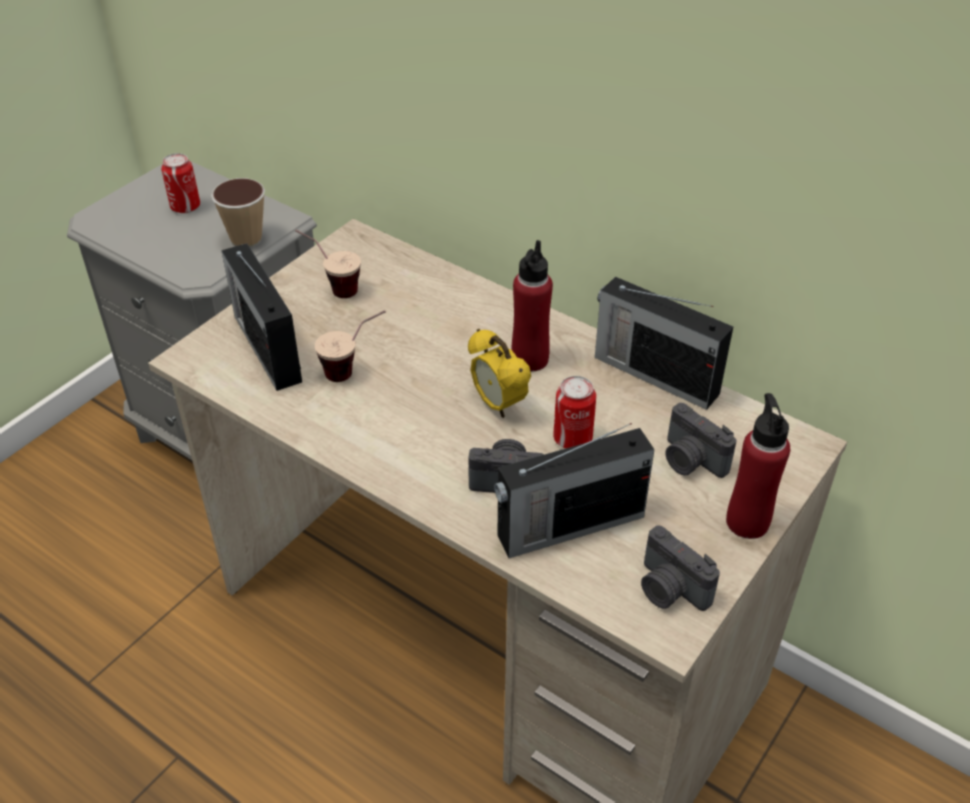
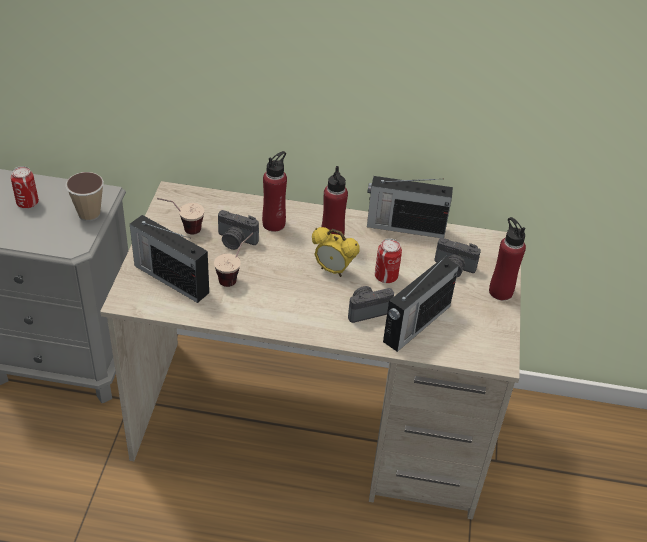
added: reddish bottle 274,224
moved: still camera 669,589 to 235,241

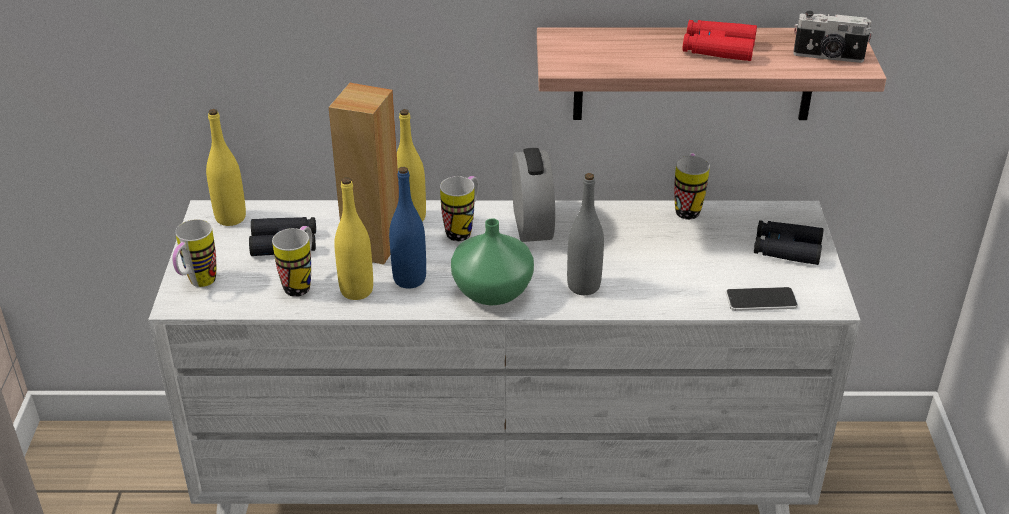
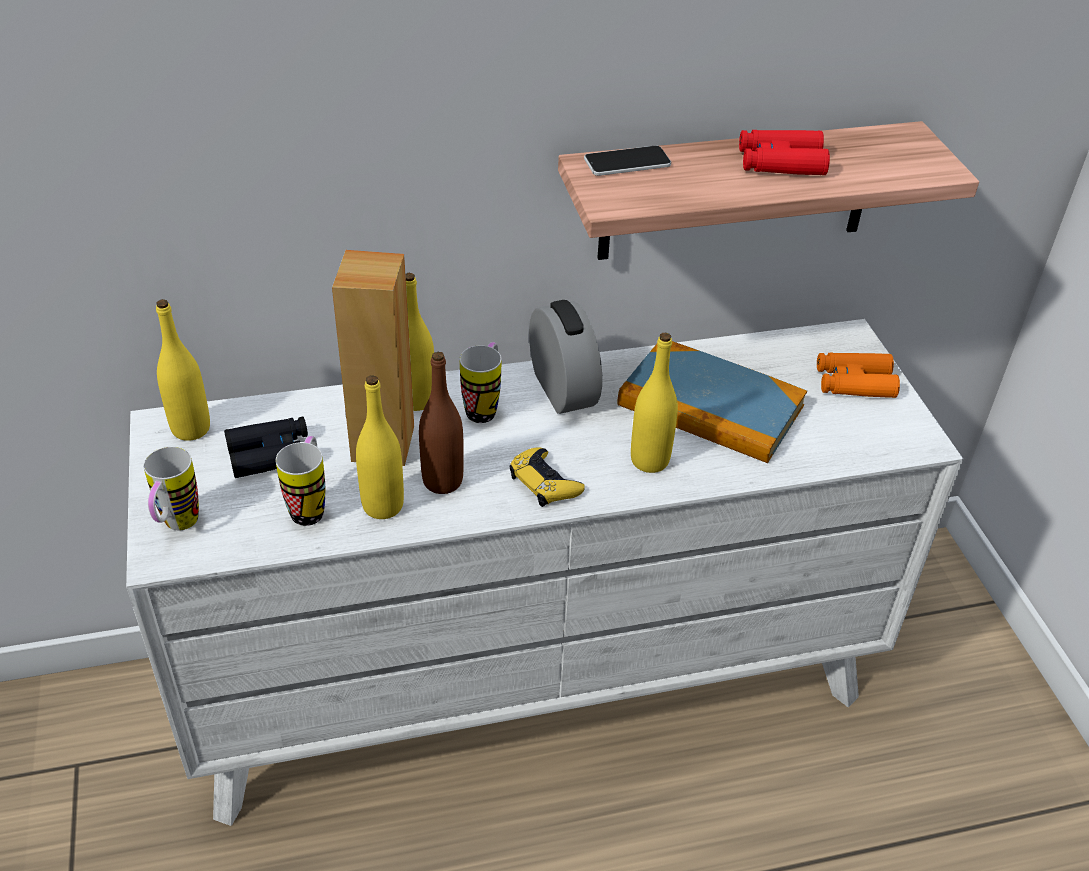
removed: tea mug 687,208; still camera 828,57
added: book 710,406
moved: phone 761,300 to 627,162
replaced: green-coloured decorative vase 490,291 to yellowish joypad 544,482
recoloured: blue bottle 409,279 to brown bottle 442,481; greyish bottle 583,286 to yellowish bottle 649,460; black-coloured pair of binoculars 786,249 to orangey pair of binoculars 854,383

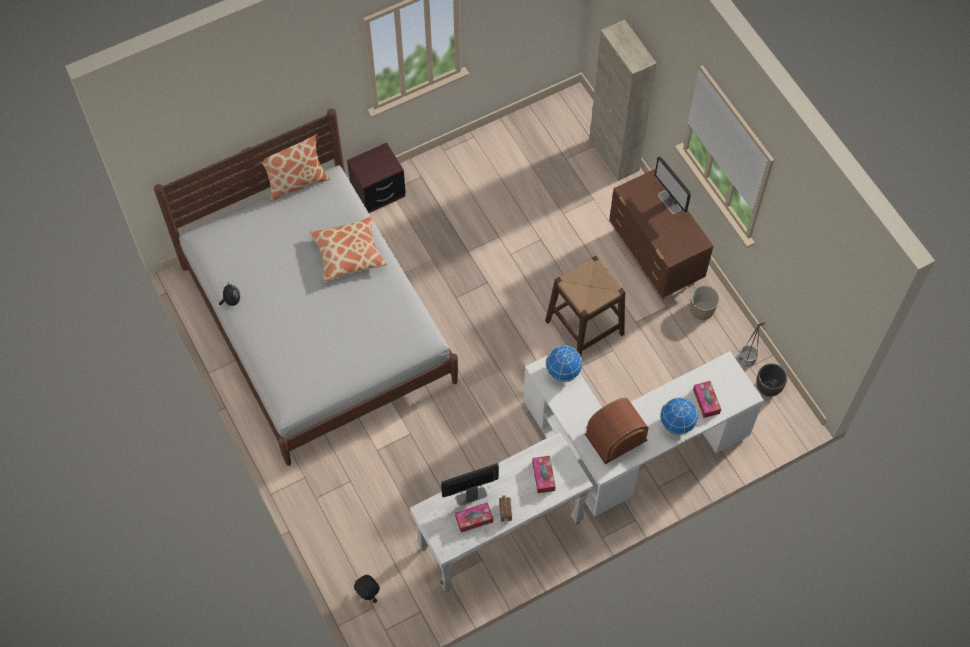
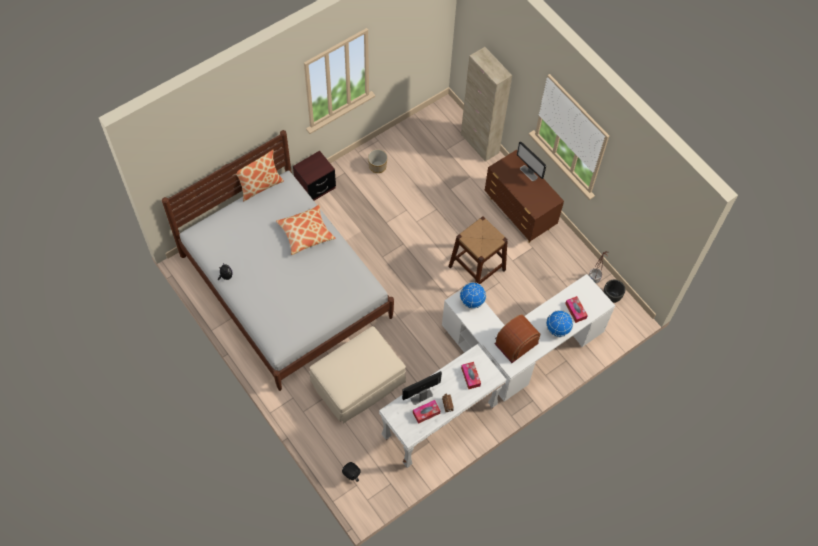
added: beige ottoman 358,381
moved: flower pot 701,309 to 377,166

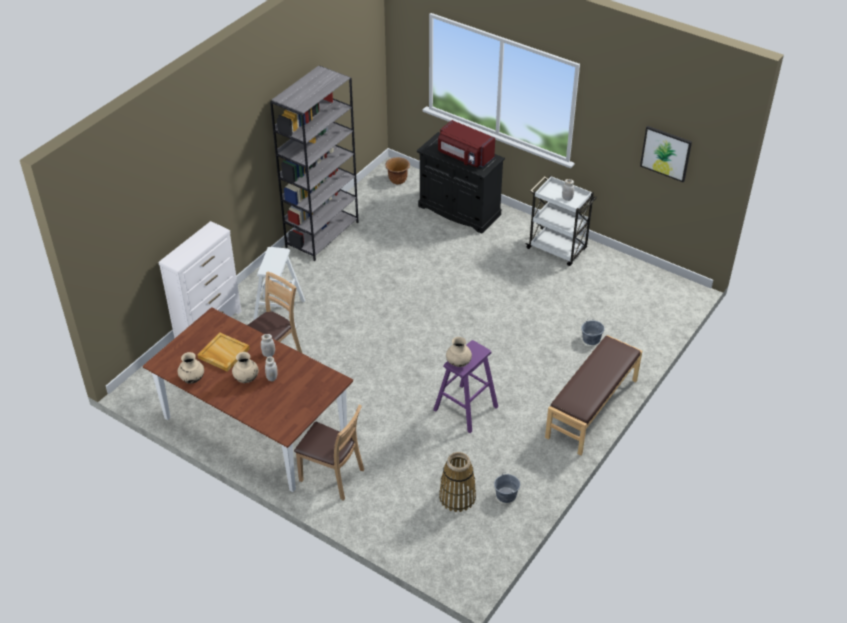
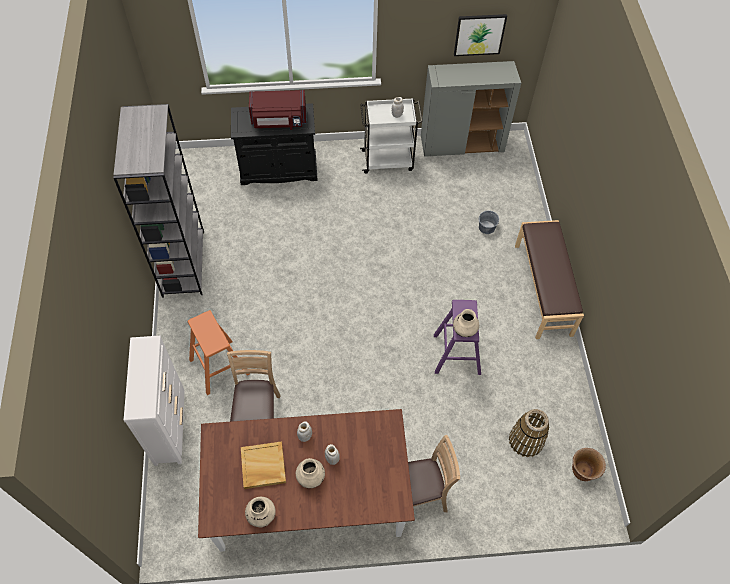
removed: greyish water bucket 506,495
added: greyish cabinet 462,144
moved: brown flower pot 398,180 to 582,471
recoloured: white-coloured stool seat 279,311 to orangey stool seat 219,366

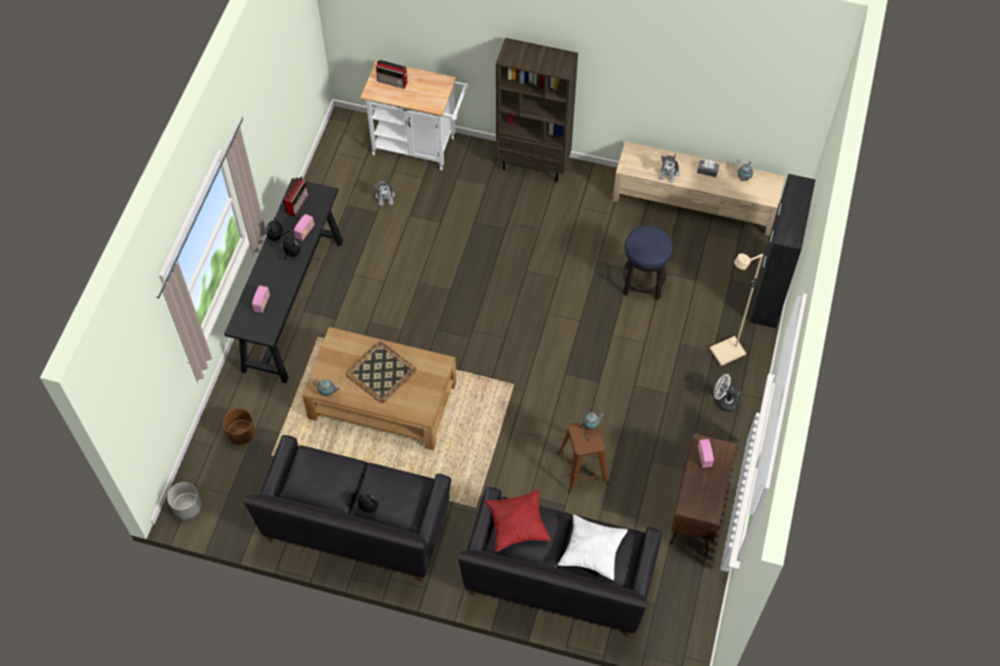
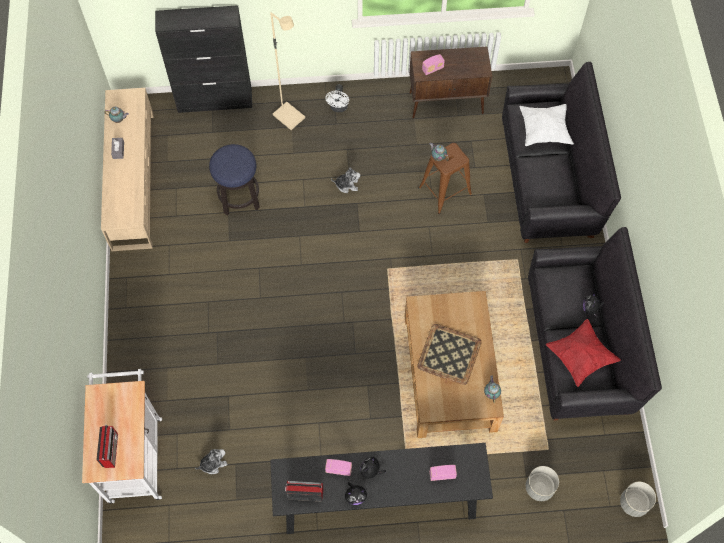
removed: brown bookshelf 534,164
moved: reddish throw pillow 517,525 to 580,356; soft toy 669,173 to 347,185
recoloured: brown flower pot 241,433 to greyish flower pot 539,488

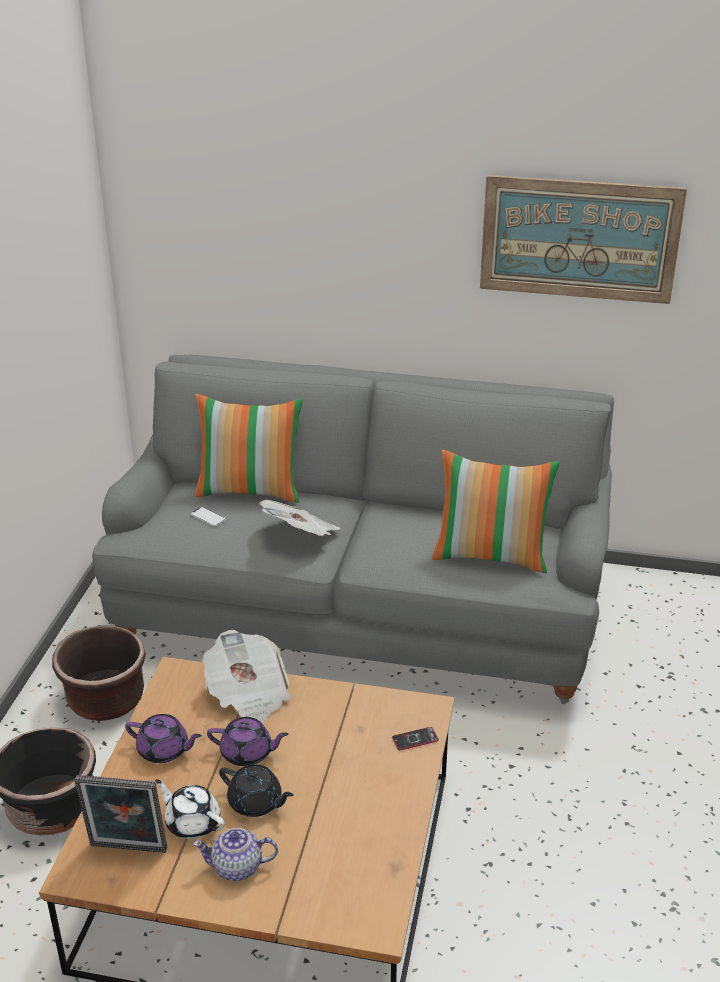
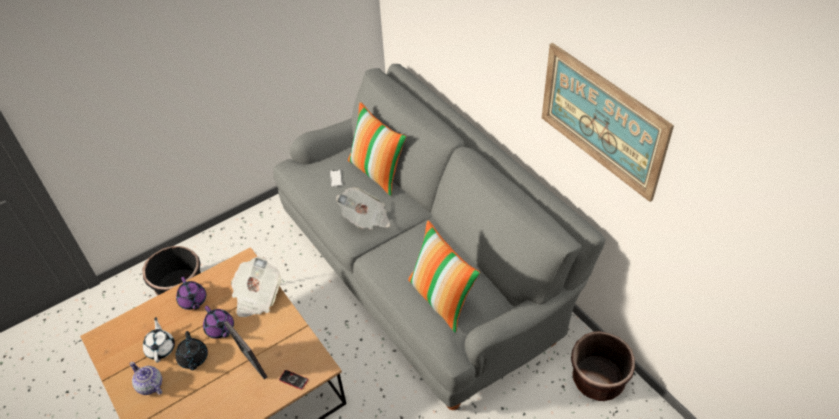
moved: brown flower pot 105,699 to 597,380; picture frame 127,850 to 251,365

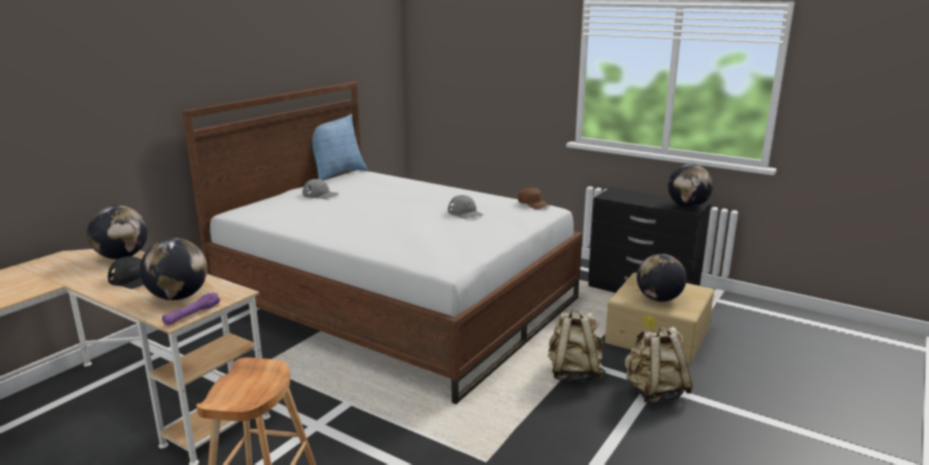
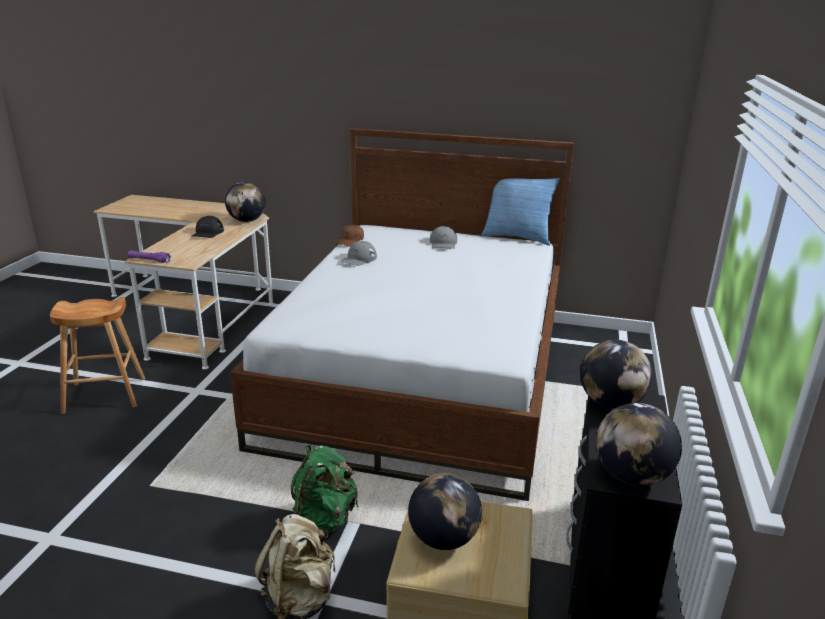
moved: globe 179,297 to 611,403; greyish baseball cap 465,213 to 358,259; brown baseball cap 533,204 to 350,241
recoloured: beige knapsack 574,373 to green-coloured knapsack 323,522

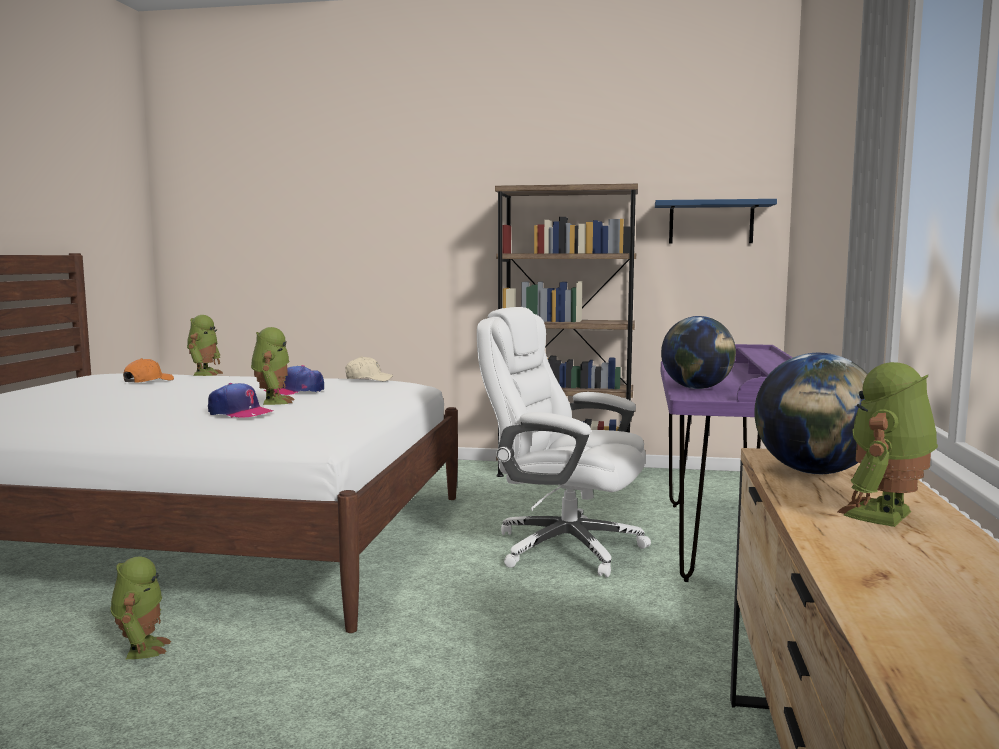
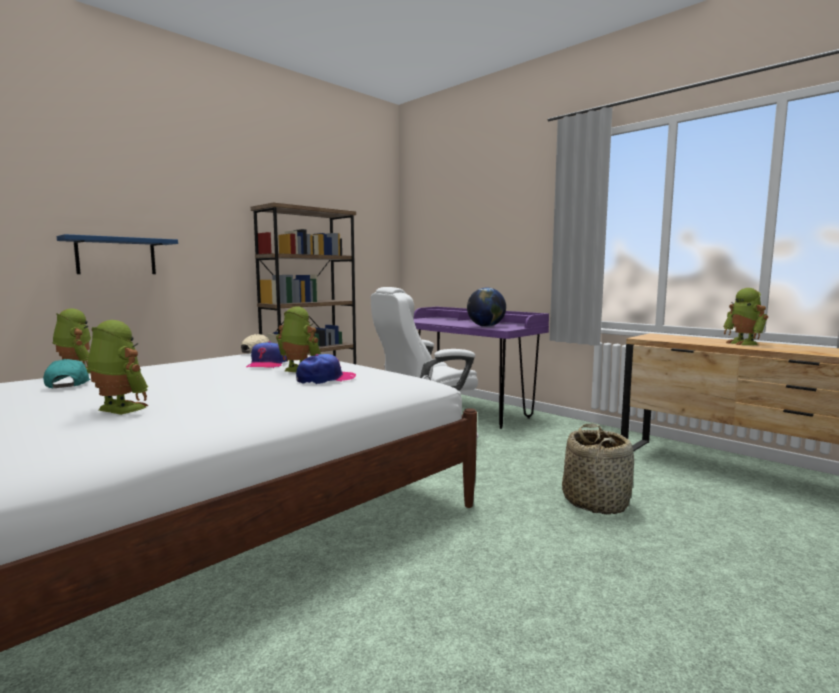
removed: globe 814,472
added: household basket 596,501
moved: robot figure 141,649 to 118,410; blue wall shelf 711,222 to 116,256
recoloured: orangey baseball cap 148,381 to turquoise-coloured baseball cap 68,384

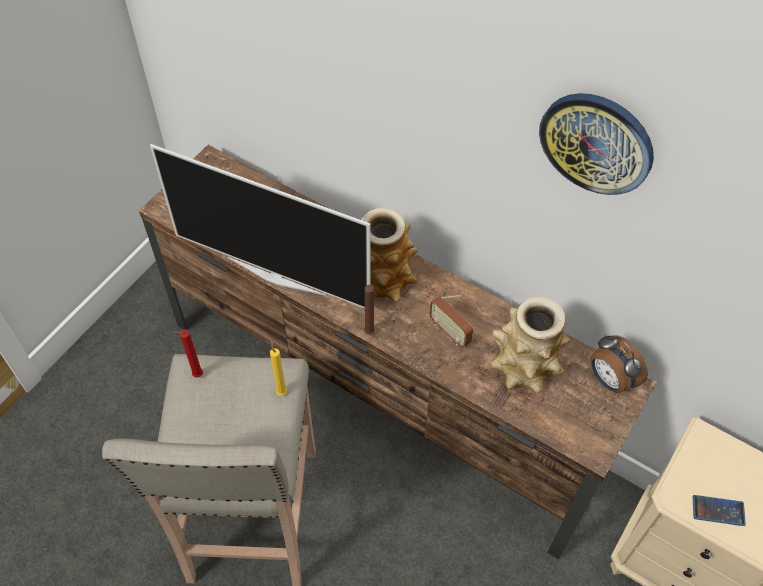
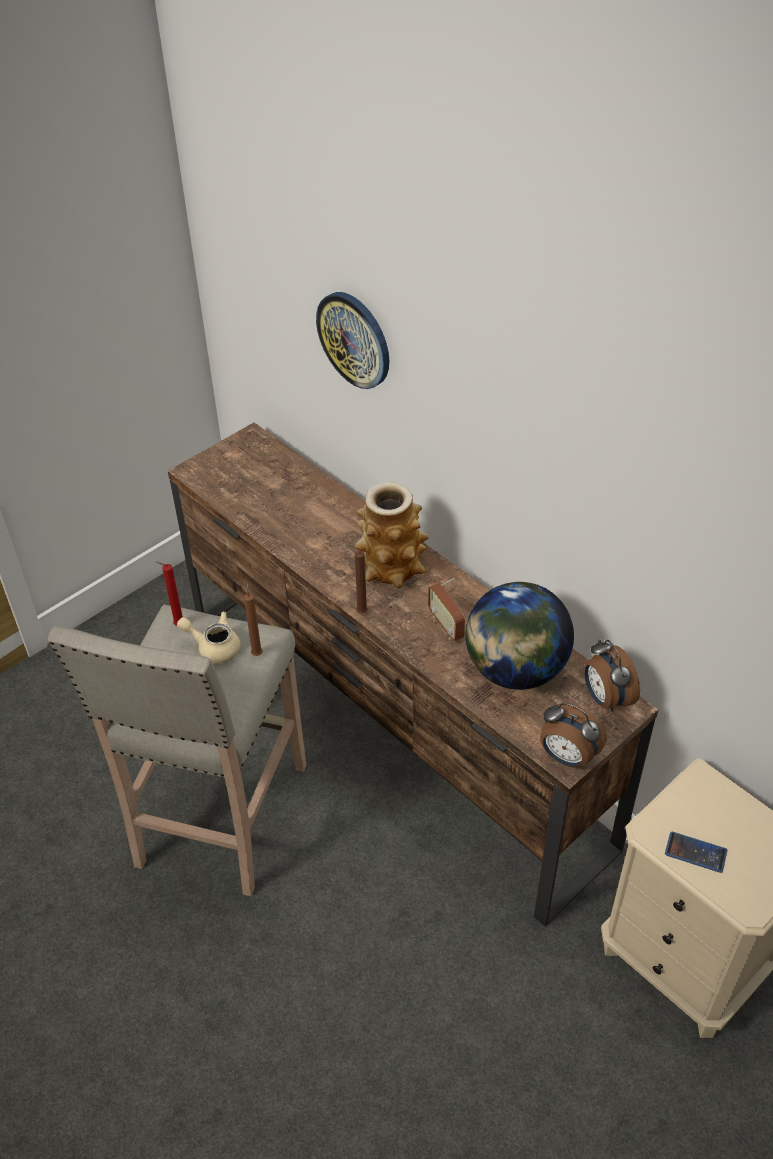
removed: TV 277,275
added: beige tea pot 214,647; bedside clock 567,757
moved: hanging clock 596,143 to 354,339
replaced: decorative vase 524,366 to globe 515,670
recoloured: yellowish candle 281,391 to brown candle 257,653

